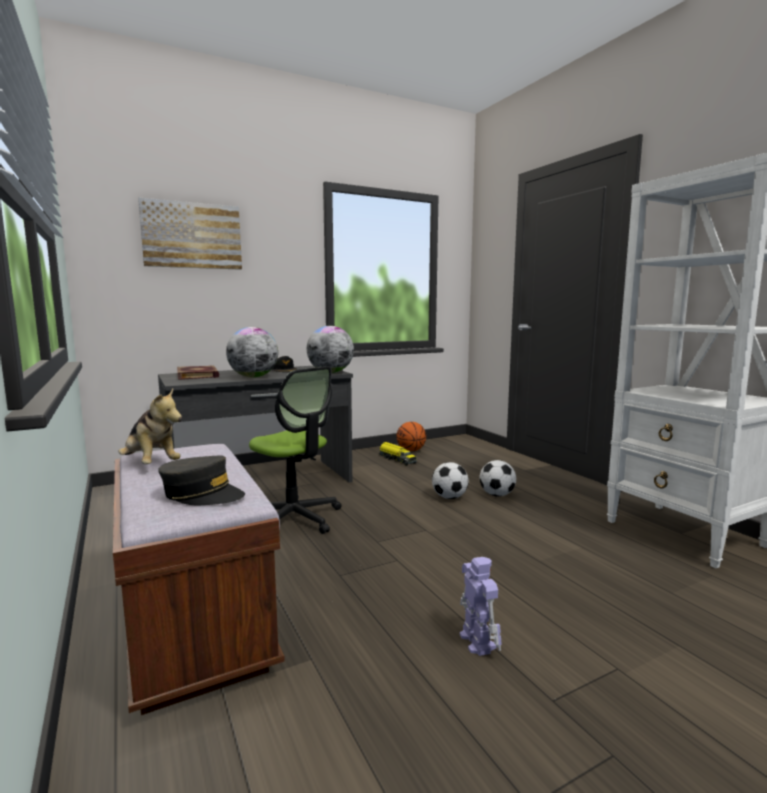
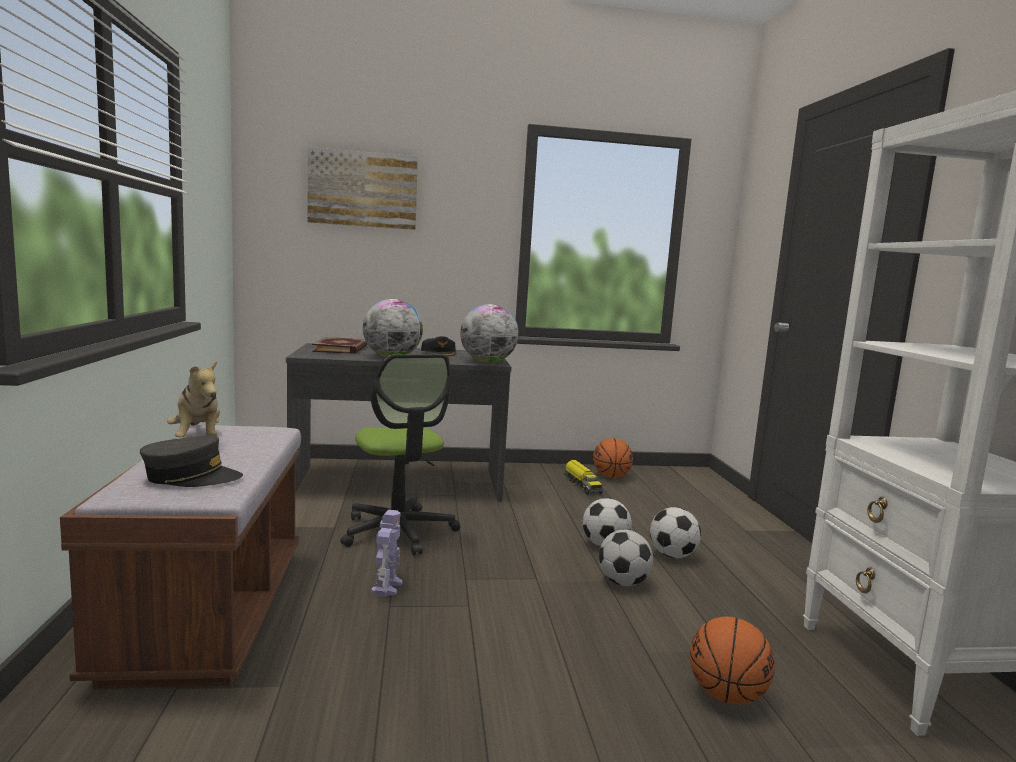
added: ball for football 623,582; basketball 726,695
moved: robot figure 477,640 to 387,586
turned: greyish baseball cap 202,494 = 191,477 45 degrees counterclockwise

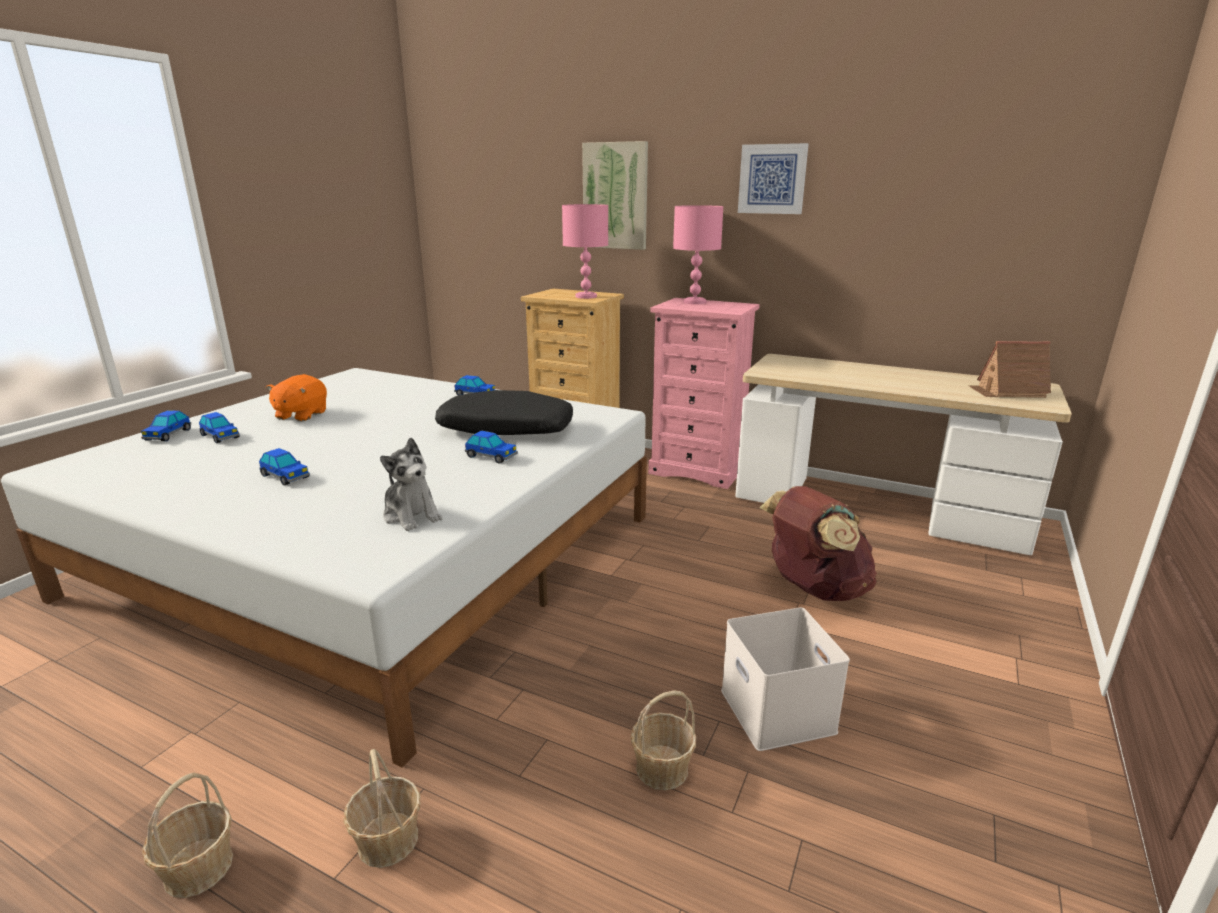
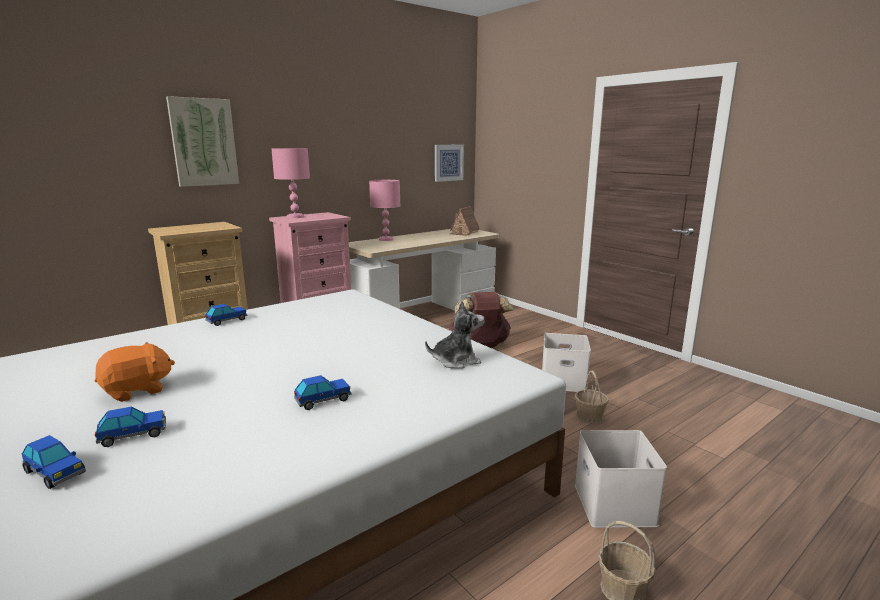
removed: black-coloured throw pillow 505,429; model car 491,457
moved: pinkish lamp for a table 586,296 to 386,239; picture 772,179 to 448,162
replaced: household basket 387,841 to white-coloured storage container 616,505
turned: orangey soft toy 301,415 = 137,390 75 degrees counterclockwise

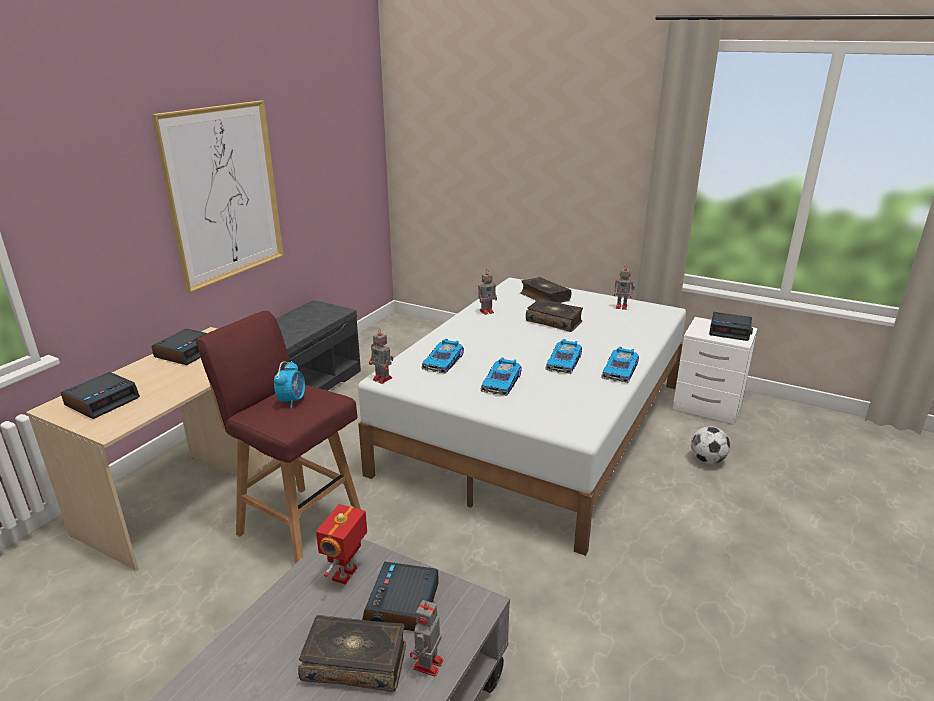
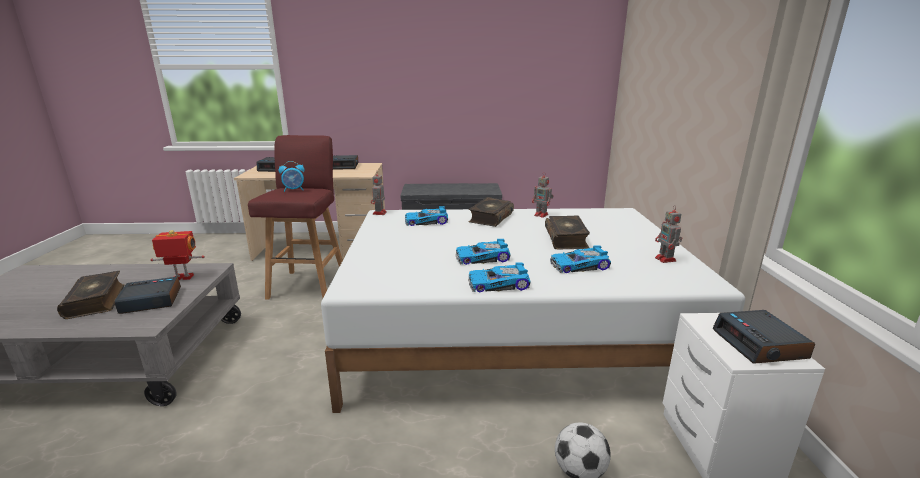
removed: picture 224,194; robot figure 427,665
moved: model car 502,383 to 579,266; book 544,297 to 490,218

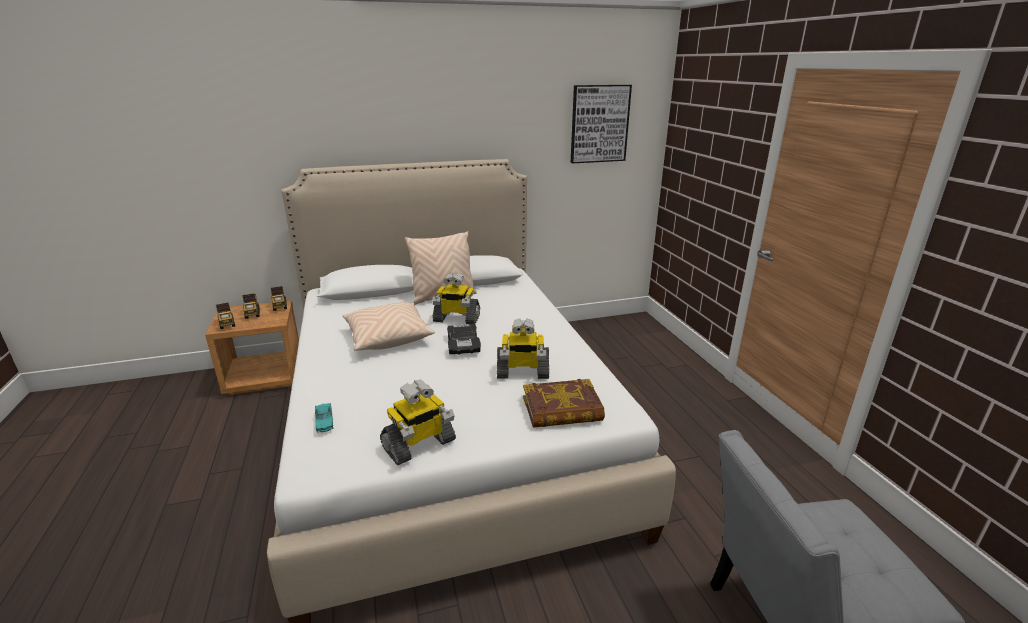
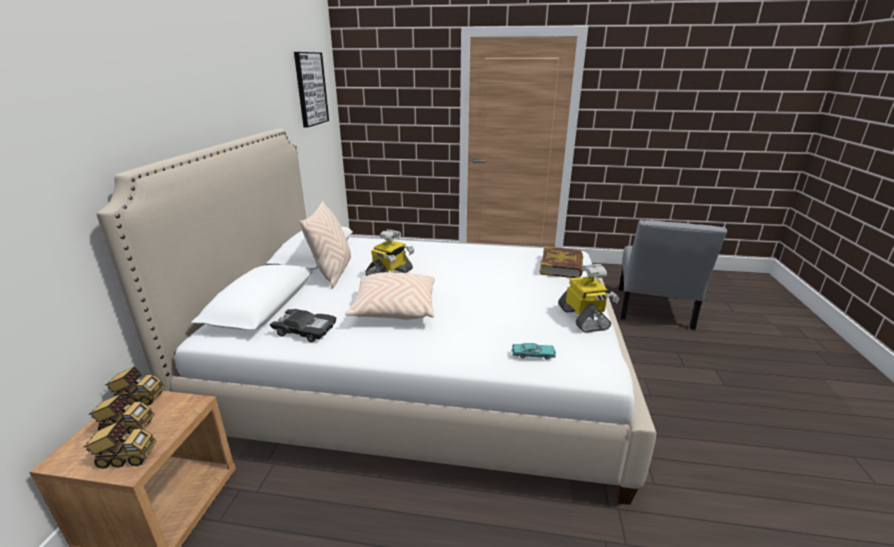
removed: robot figure 522,372
moved: black-coloured model car 463,345 to 305,330

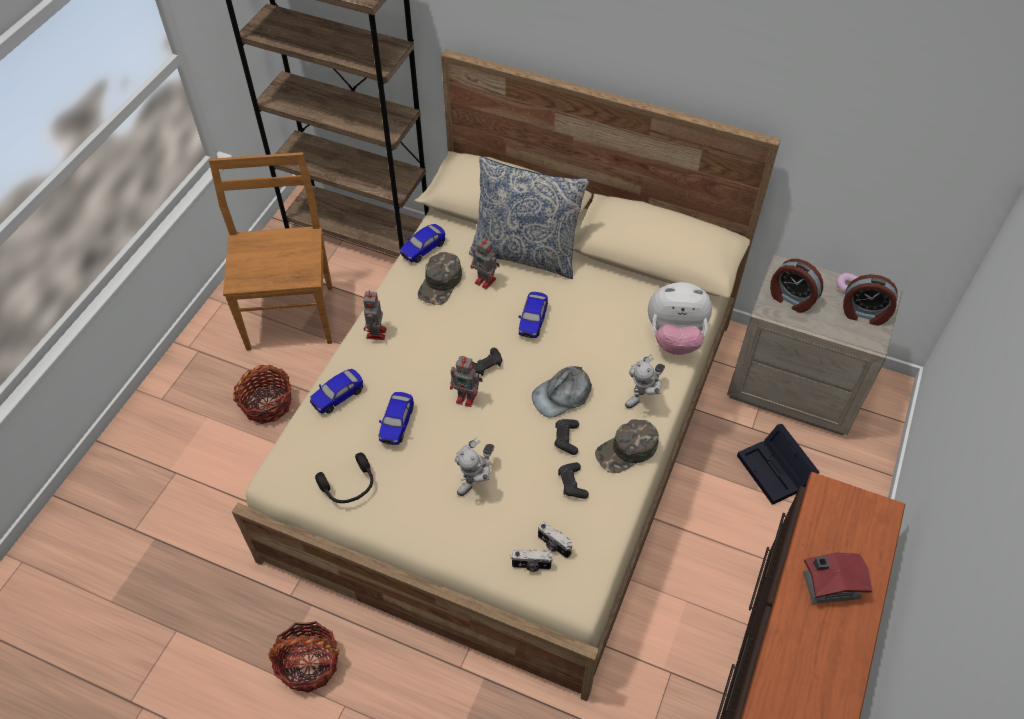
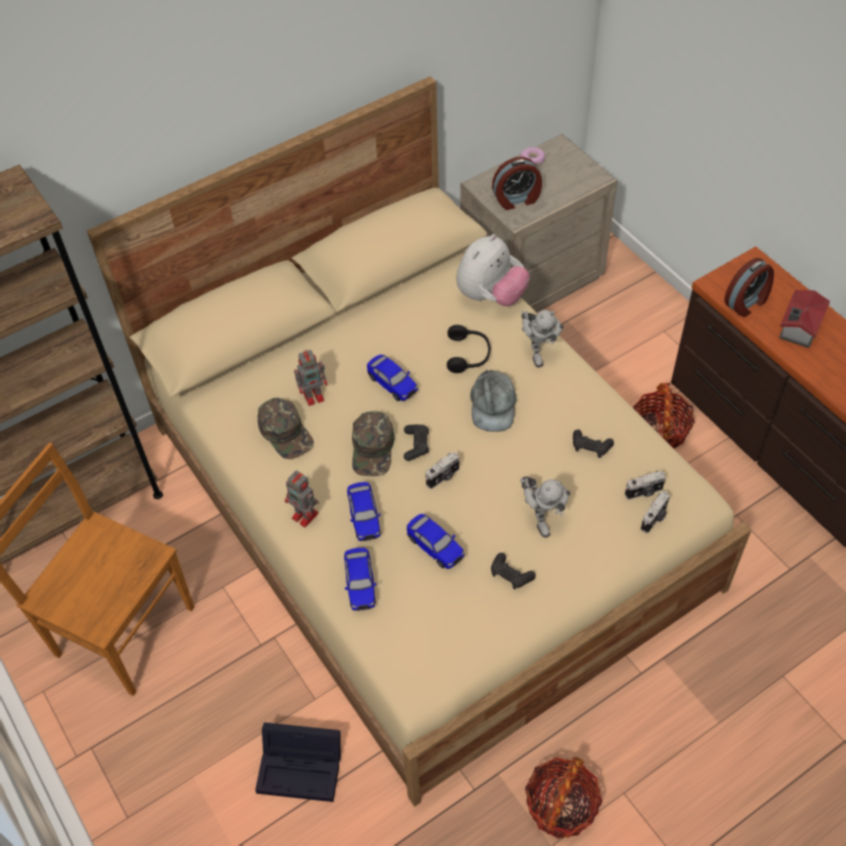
removed: throw pillow 526,253
moved: household basket 267,404 to 659,431; black-coloured pair of headphones 349,486 to 468,355; model car 423,249 to 364,518; black-coloured joypad 566,439 to 510,575; green-coloured baseball cap 627,450 to 373,449; black-coloured storage container 776,472 to 303,767; bedside clock 864,314 to 747,303
replaced: robot figure 467,398 to still camera 443,477

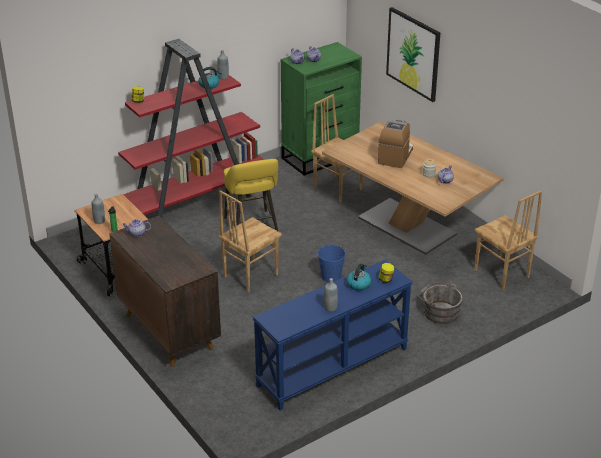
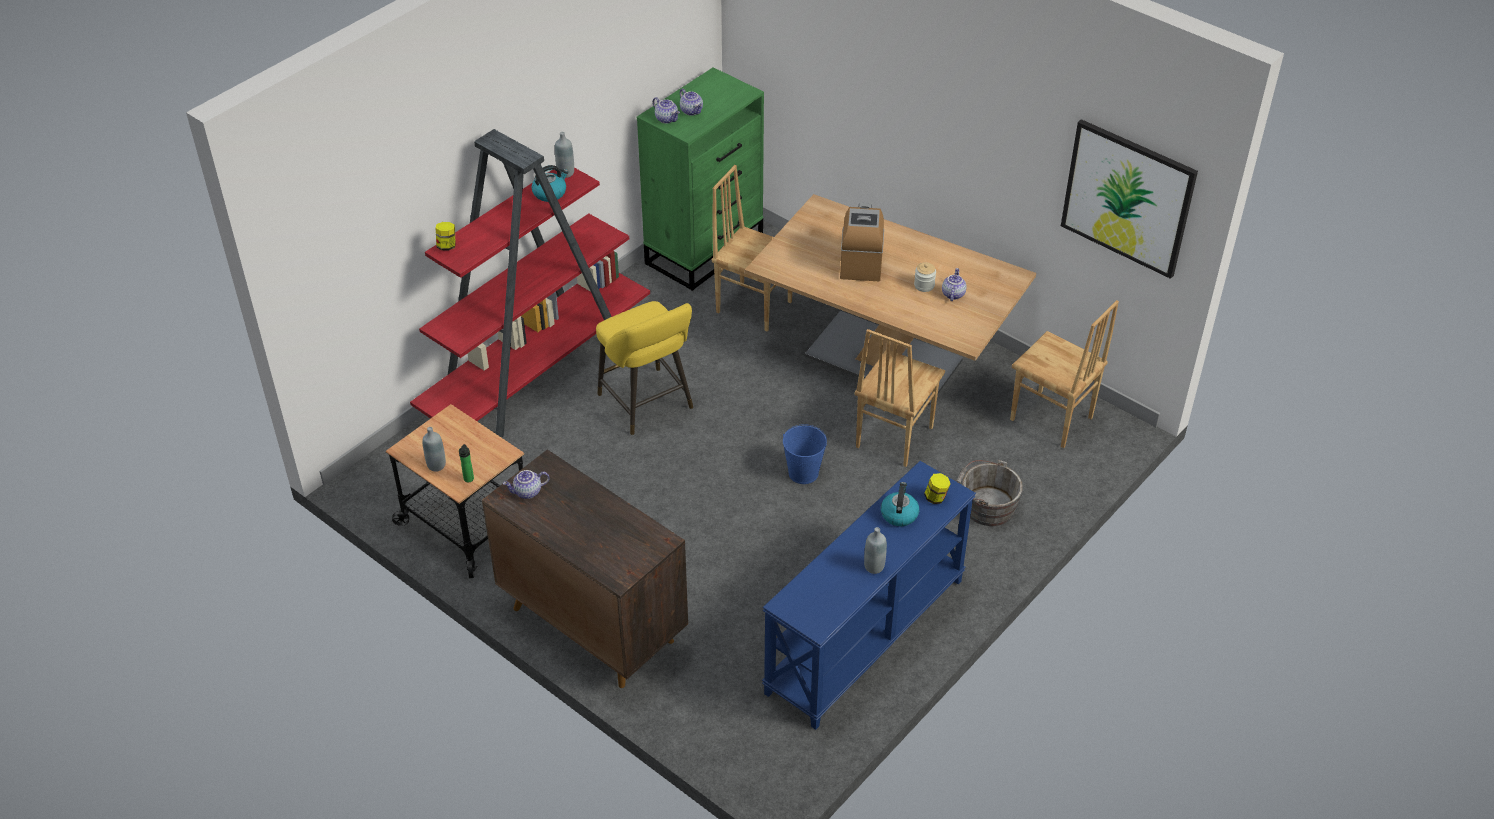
moved: brown plain chair 250,276 to 893,437; picture 413,53 to 1127,198

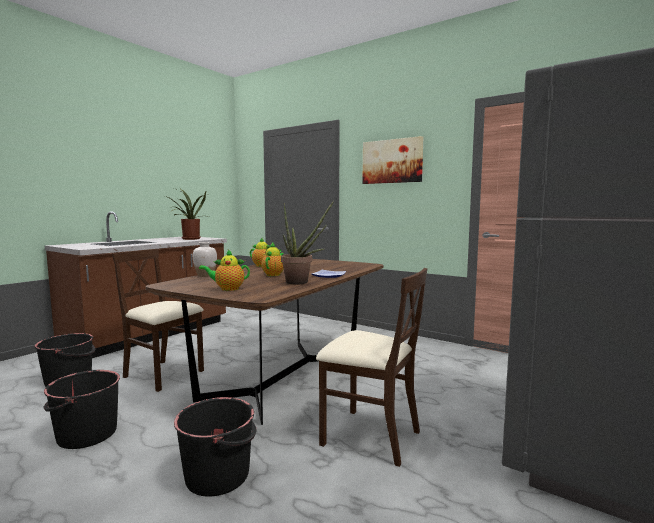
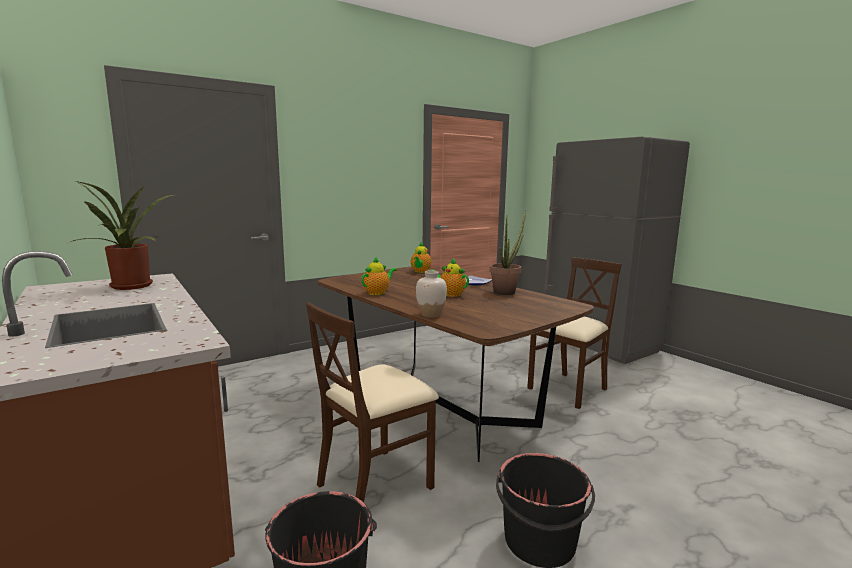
removed: black-coloured water bucket 218,475; picture 392,161
moved: tea pot 227,289 to 420,271

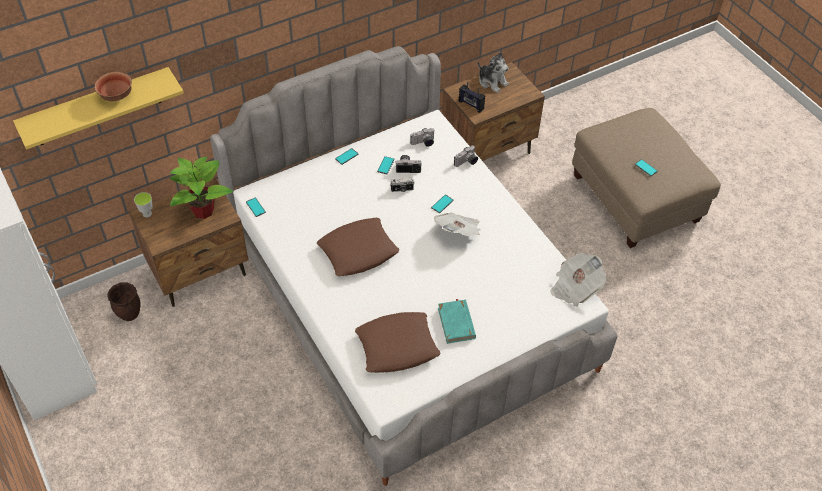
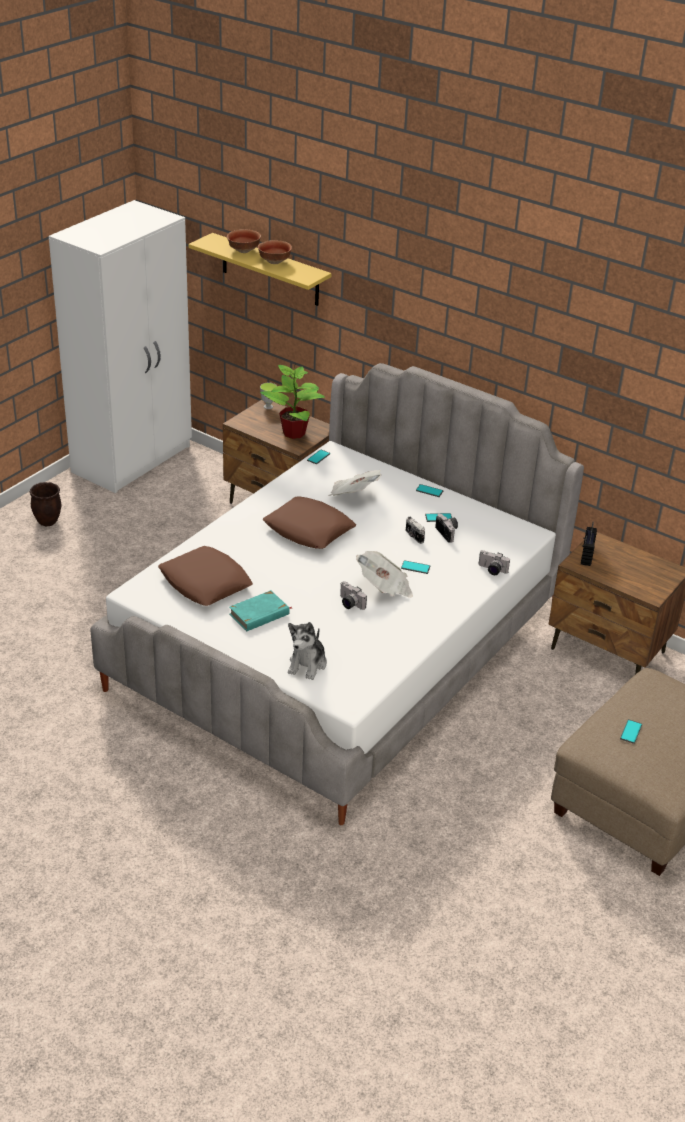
added: serving bowl 243,251
moved: brown flower pot 130,314 to 48,521; still camera 423,143 to 349,603; soft toy 492,82 to 307,664; newspaper 575,287 to 353,494

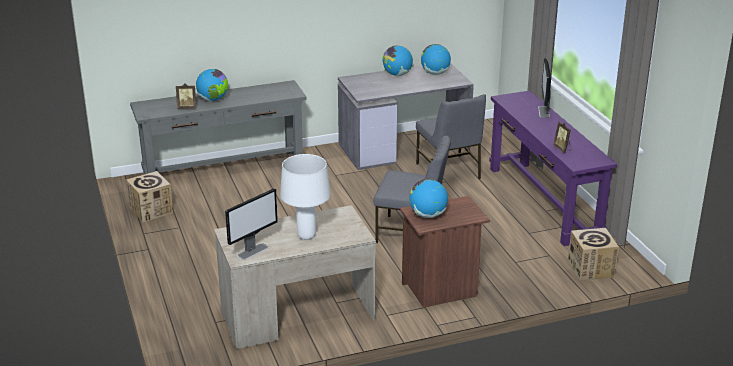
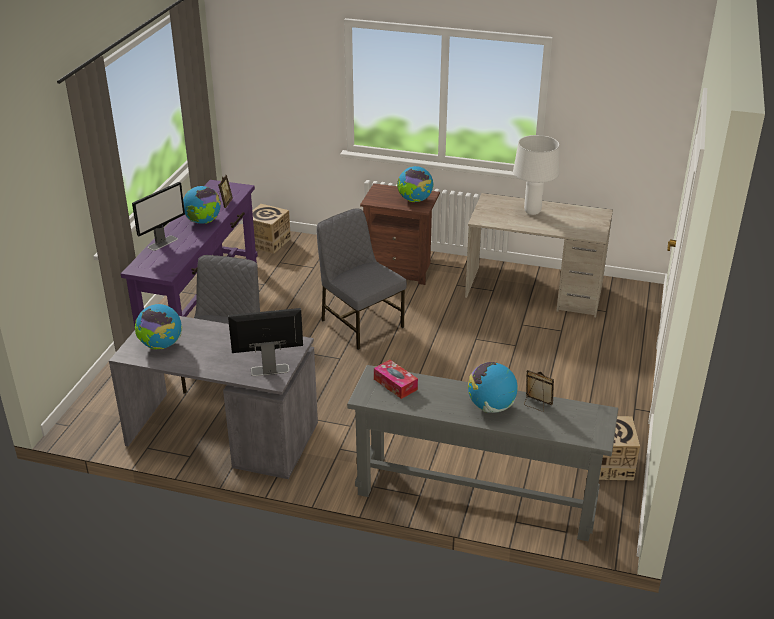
added: tissue holder 395,384
moved: monitor 253,251 to 269,370; globe 397,75 to 203,221

